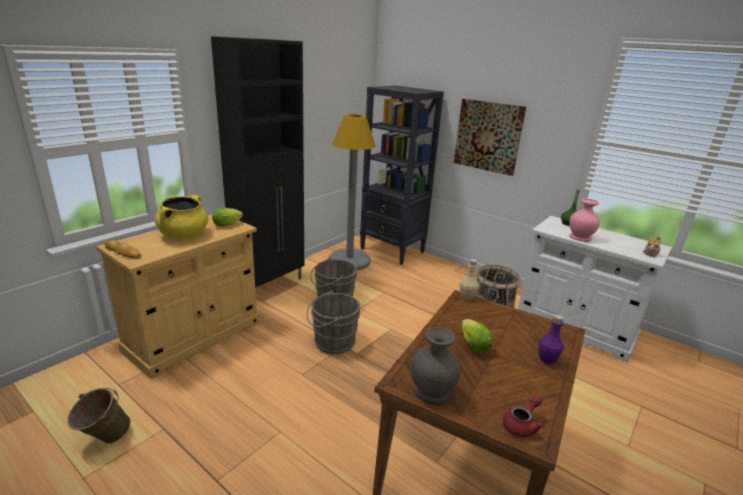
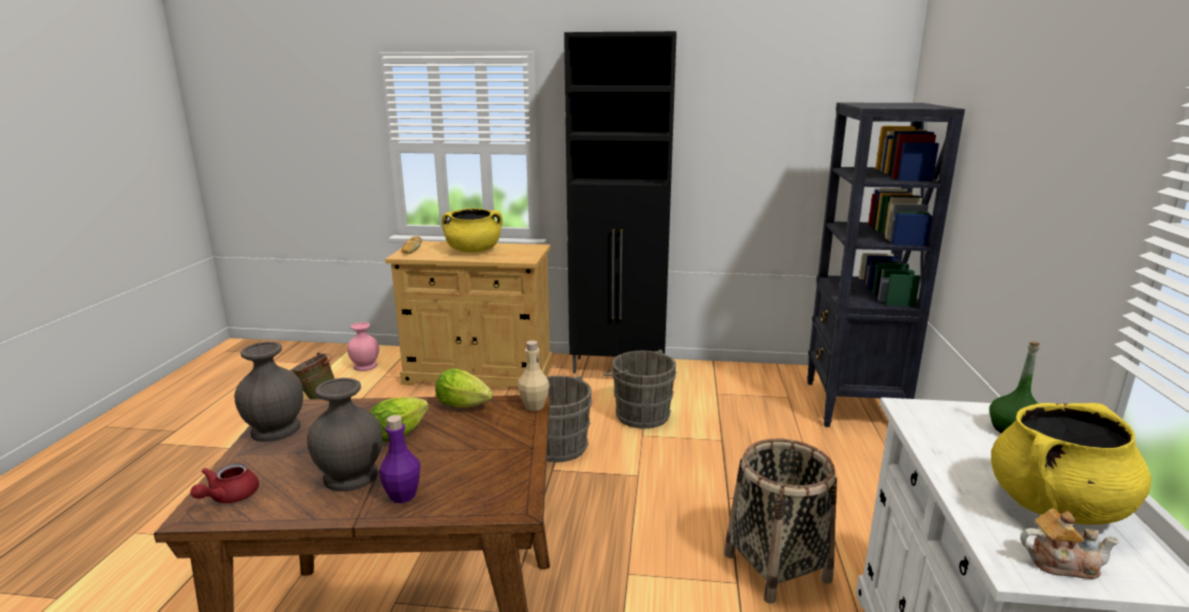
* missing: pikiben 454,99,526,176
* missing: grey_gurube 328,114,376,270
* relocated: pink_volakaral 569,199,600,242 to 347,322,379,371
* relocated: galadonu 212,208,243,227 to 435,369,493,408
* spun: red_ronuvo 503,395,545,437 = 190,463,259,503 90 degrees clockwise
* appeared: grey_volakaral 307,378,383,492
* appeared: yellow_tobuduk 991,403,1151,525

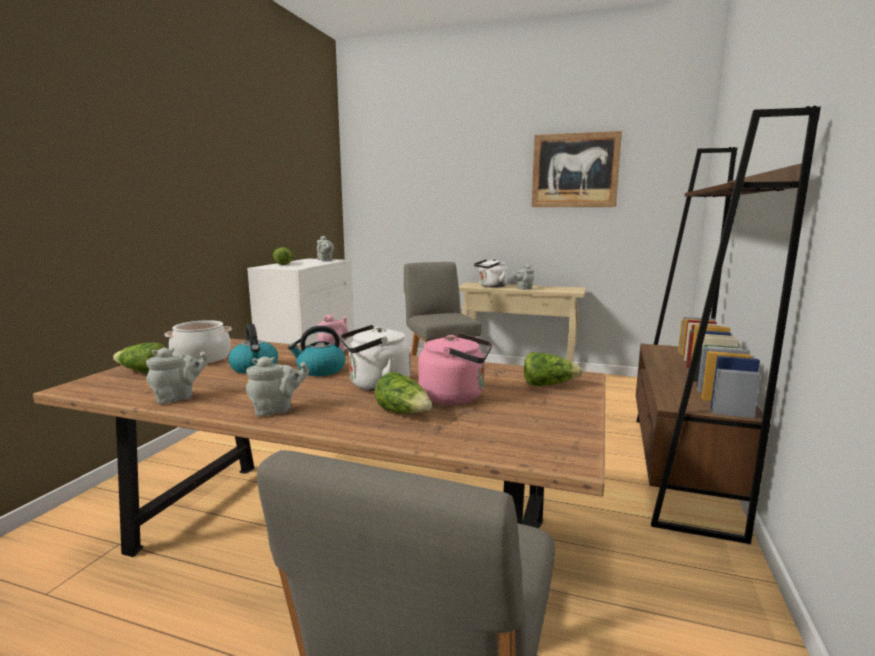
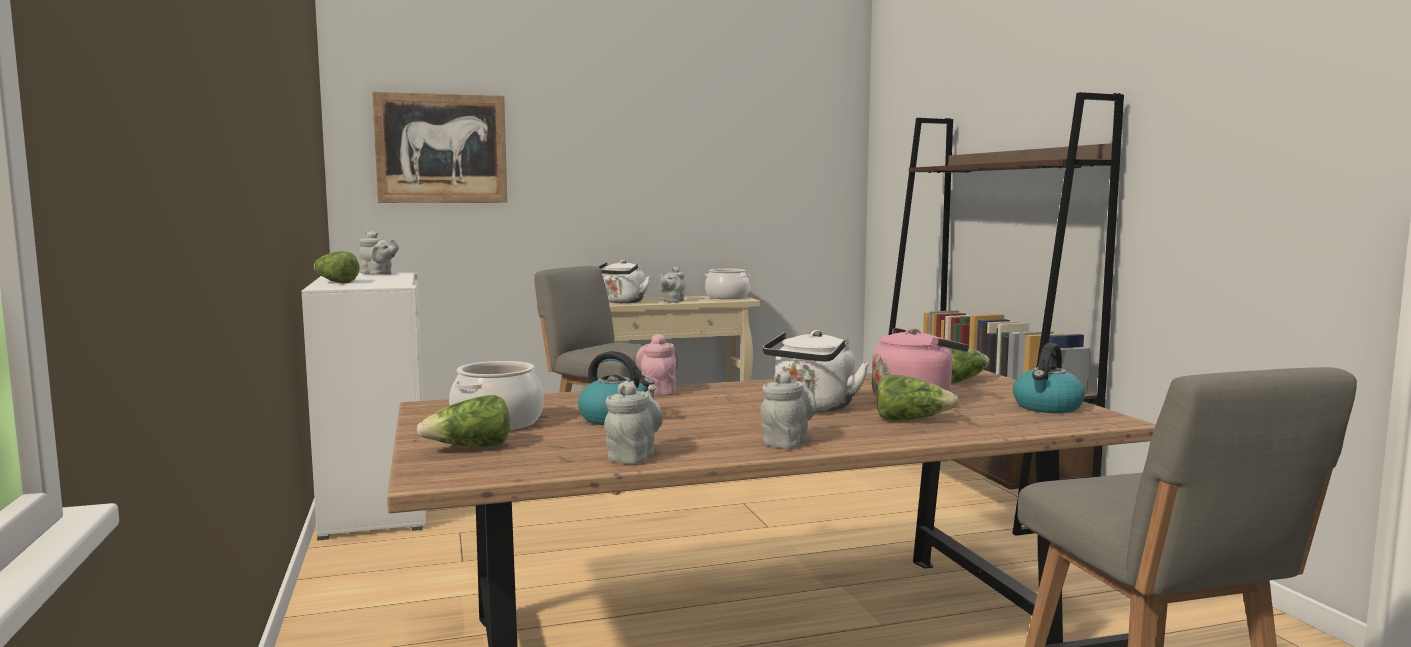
* relocated: pikiben 531,131,622,207 to 372,92,507,203
* relocated: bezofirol 288,326,345,376 to 1013,343,1085,413
* appeared: tobuduk 705,269,750,299

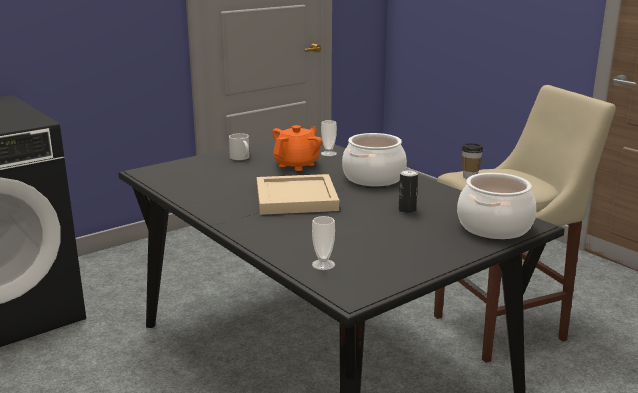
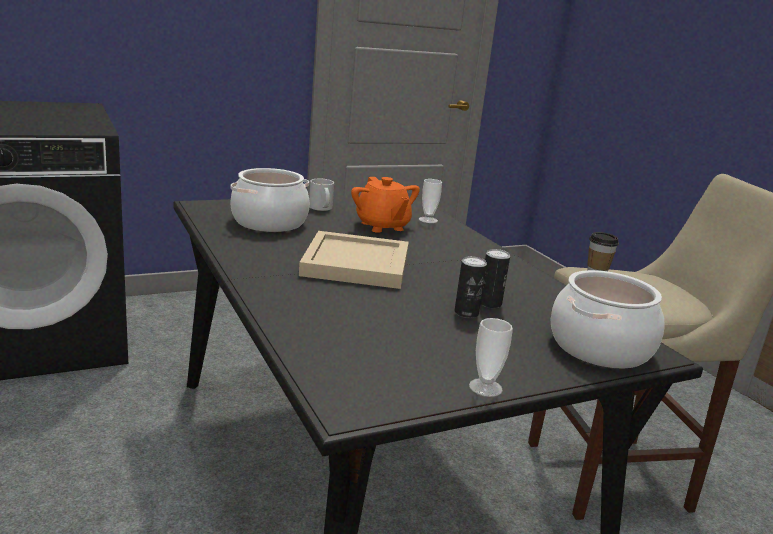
* spun: orange_ronuvo 272,125,322,171 = 351,177,420,233 105 degrees clockwise
* relocated: tobuduk 342,133,407,186 to 231,168,310,232
* relocated: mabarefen 312,216,335,270 to 469,318,513,397
* appeared: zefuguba 454,256,487,318

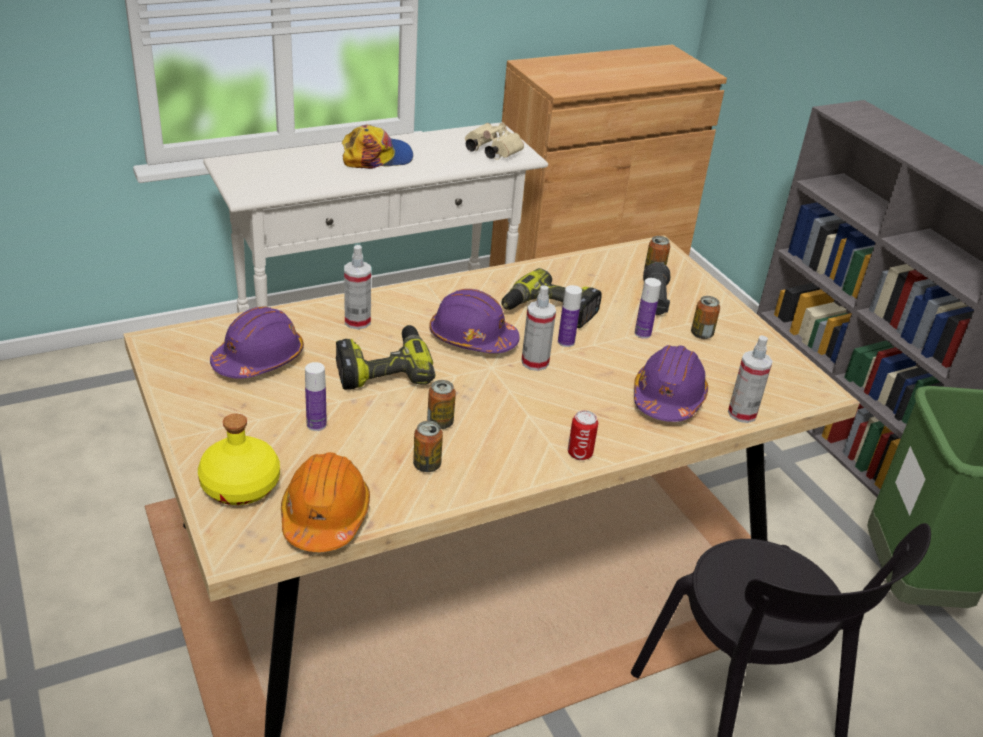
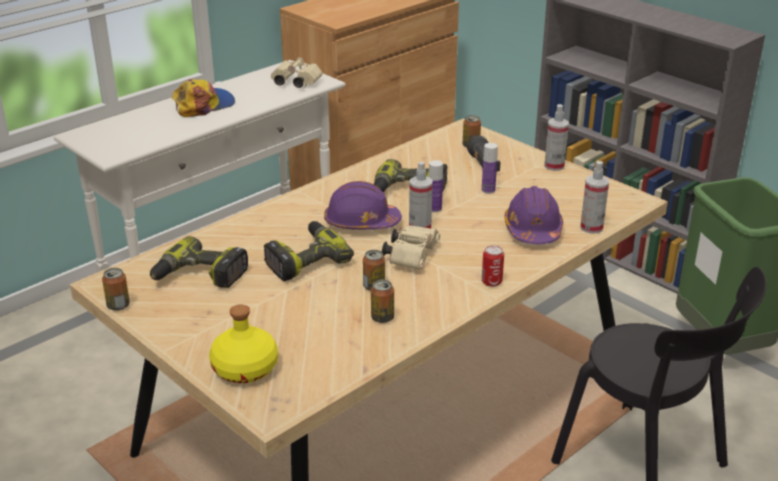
* relocated: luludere 344,245,371,329 to 544,104,569,171
* relocated: zefuguba 691,296,720,339 to 102,268,130,311
* exchanged: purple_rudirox 210,306,304,379 to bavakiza 150,236,248,288
* missing: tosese 305,362,327,431
* missing: orange_rudirox 281,452,370,552
* appeared: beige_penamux 382,225,440,270

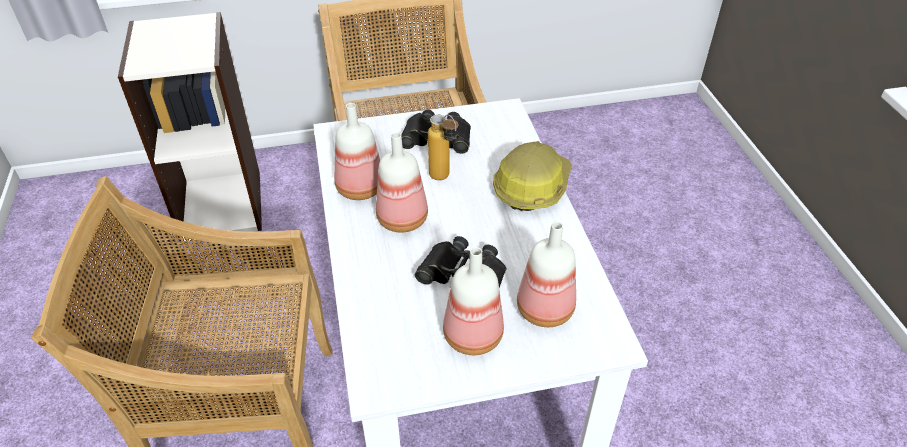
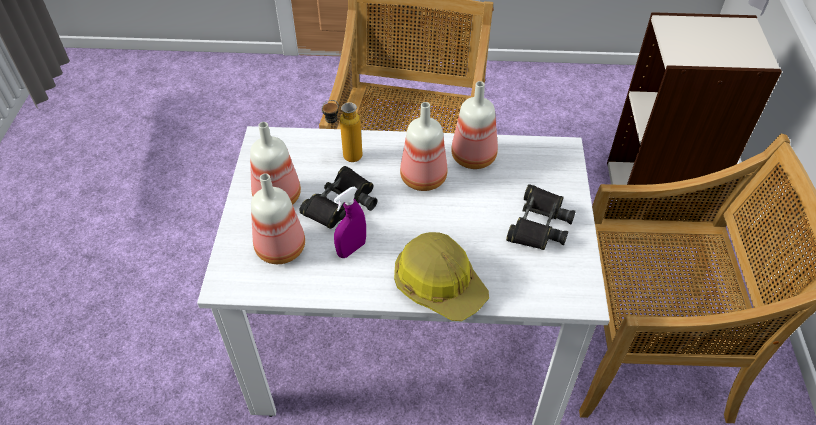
* relocated: tosese 428,114,459,180 to 321,100,362,162
* appeared: purple_luludere 333,187,366,258

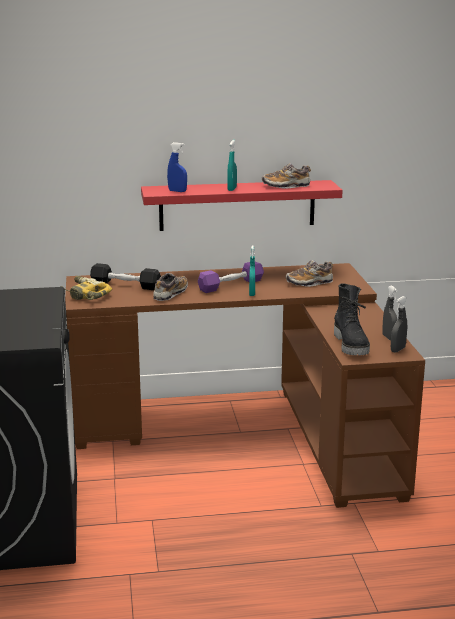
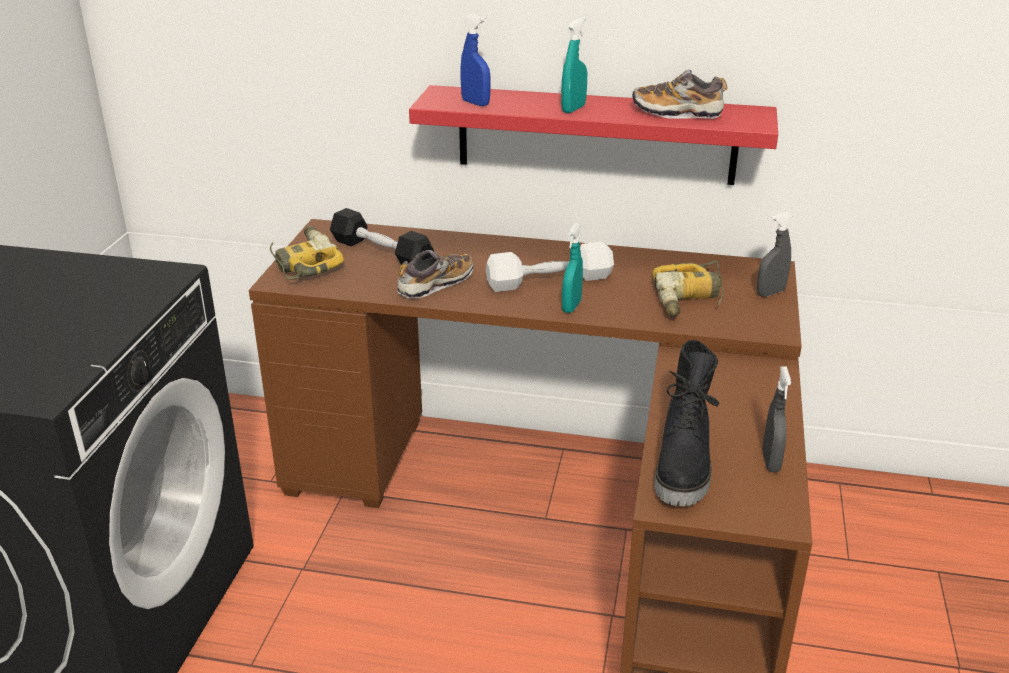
* exchanged: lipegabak 286,260,333,287 to bavakiza 652,260,724,317
* colour: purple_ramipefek 198,261,264,293 to white_ramipefek 486,242,614,292
* relocated: grey_luludere 391,296,407,353 to 757,212,793,297

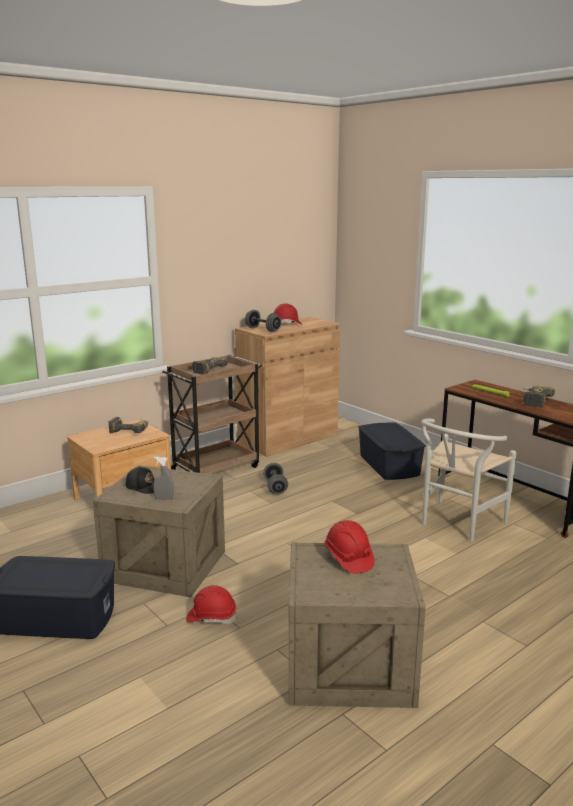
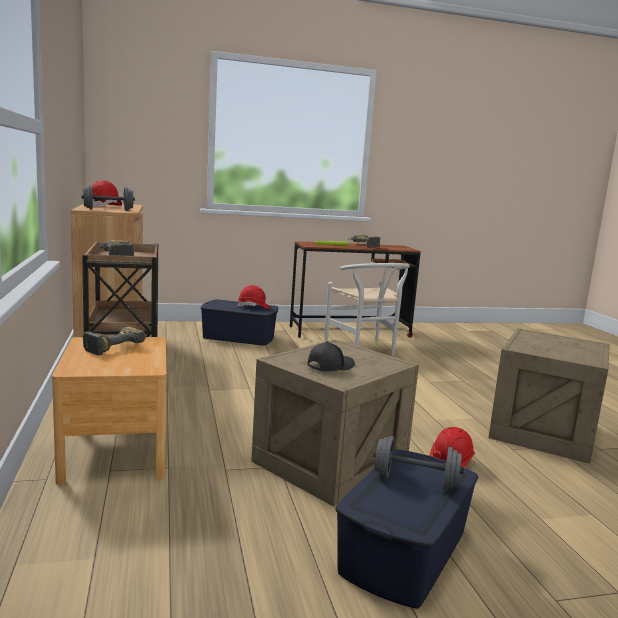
* missing: grey_luludere 153,456,174,500
* relocated: grey_ramipefek 263,463,288,494 to 373,436,464,490
* relocated: red_rudirox 324,520,375,574 to 237,285,270,309

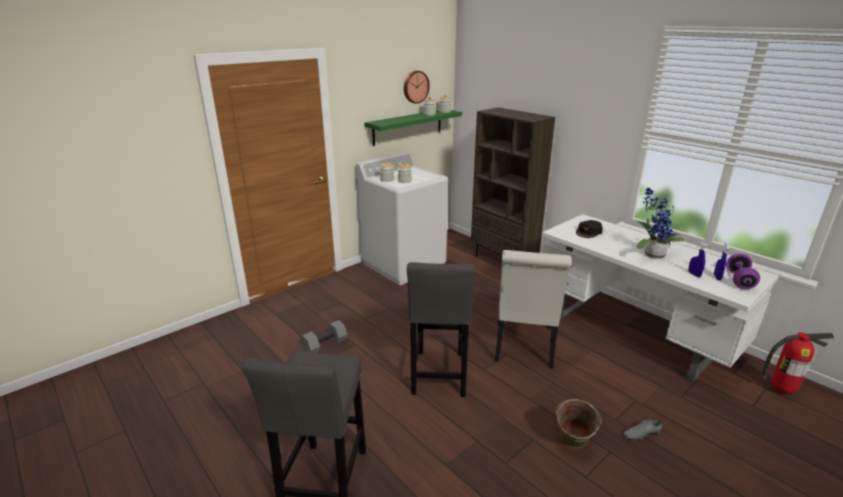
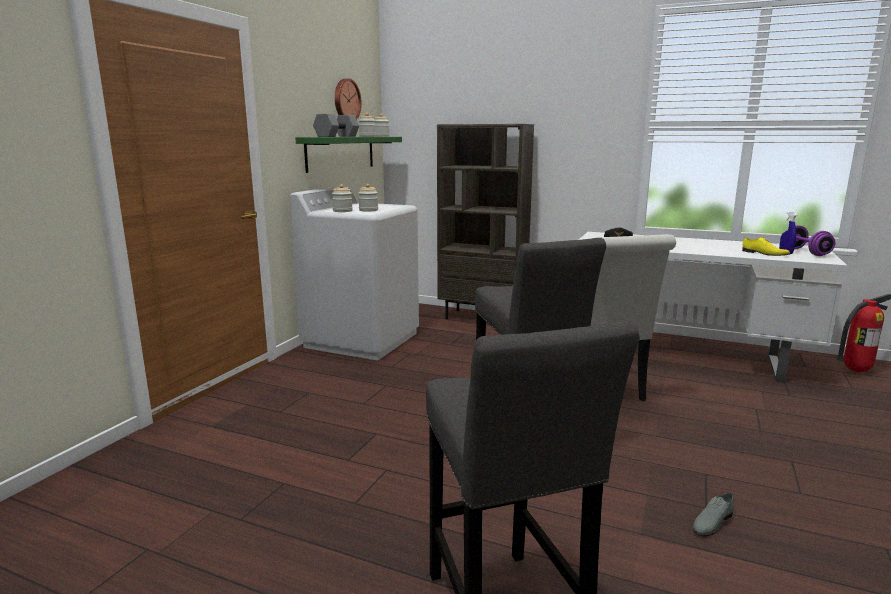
* missing: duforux 637,188,684,259
* exchanged: blue_luludere 688,240,707,277 to yellow_lipegabak 742,236,790,256
* relocated: grey_ramipefek 301,320,347,353 to 313,114,359,137
* missing: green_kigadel 556,399,602,448
* relocated: grey_lipegabak 623,420,662,440 to 693,493,734,537

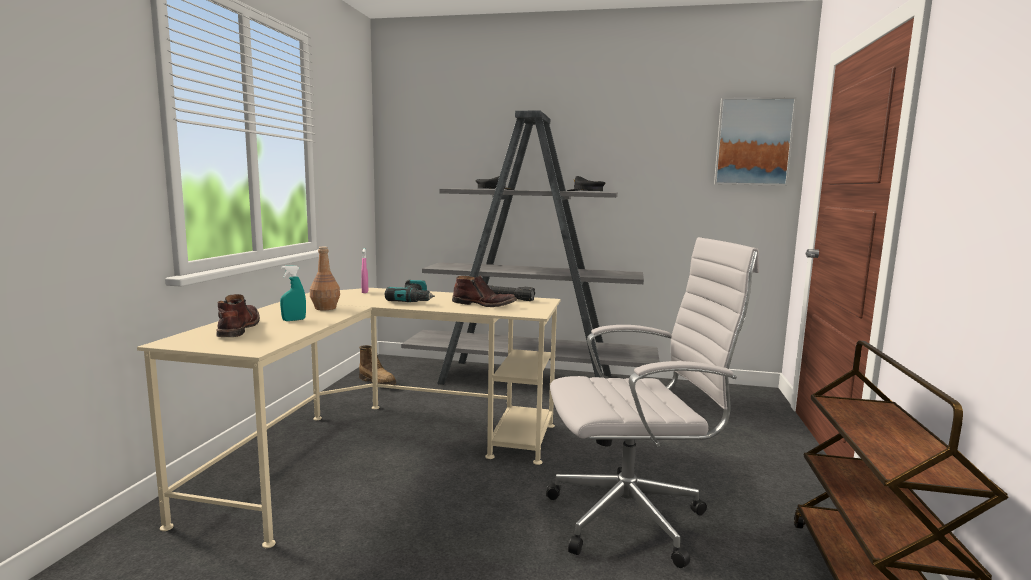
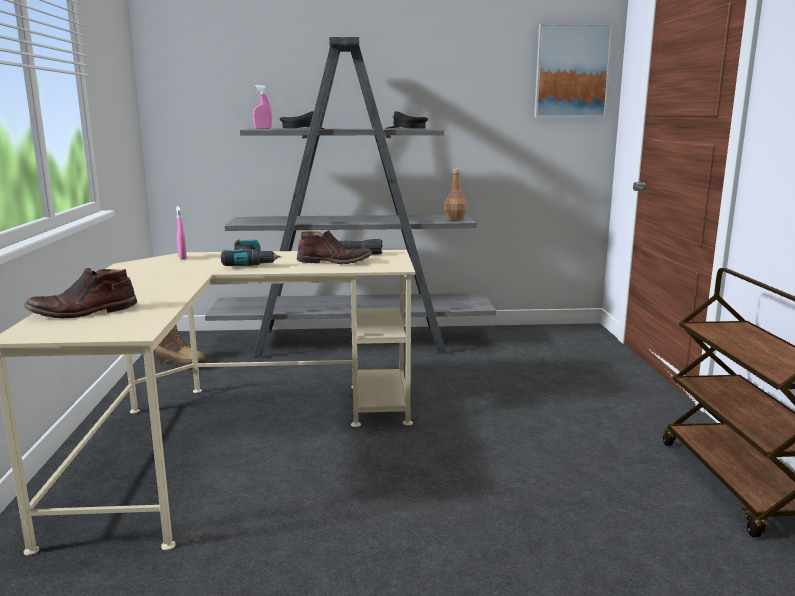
* missing: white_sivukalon 546,237,759,568
* relocated: brown_tosese 310,247,340,310 to 444,169,467,221
* missing: turquoise_luludere 280,265,306,321
* spun: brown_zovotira 216,294,260,337 = 24,268,137,318 90 degrees counterclockwise
* appeared: pink_luludere 253,85,272,129

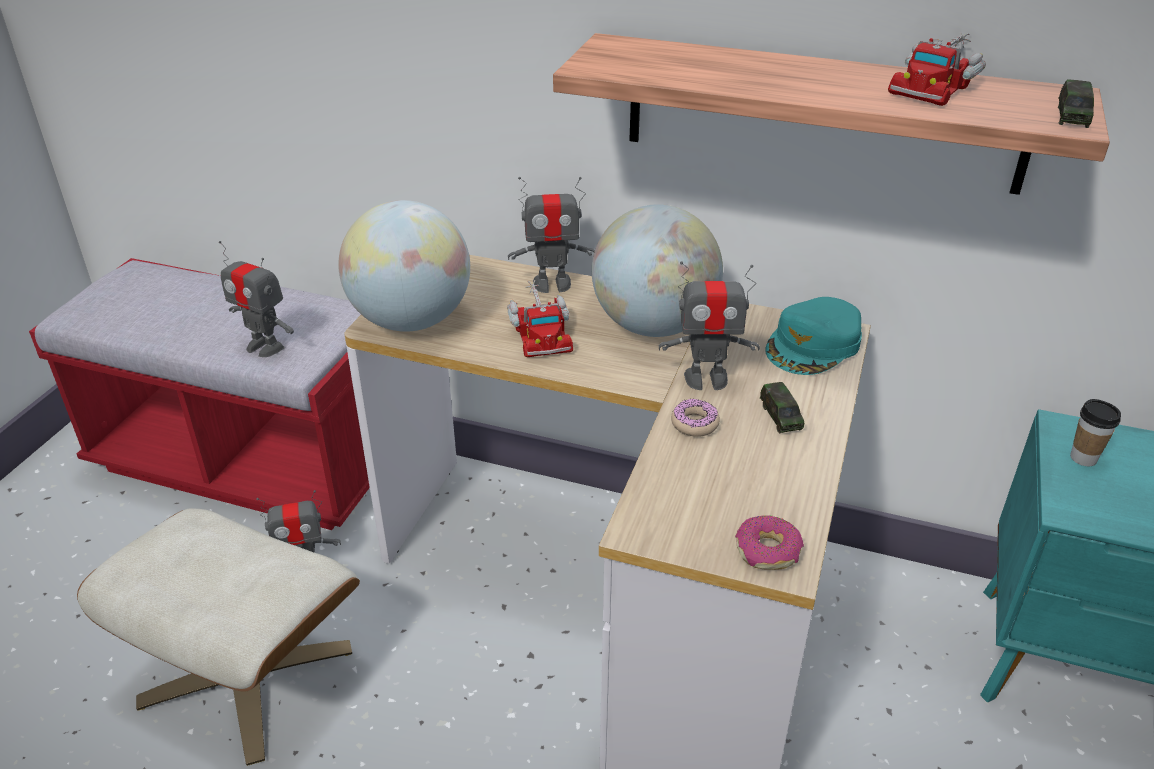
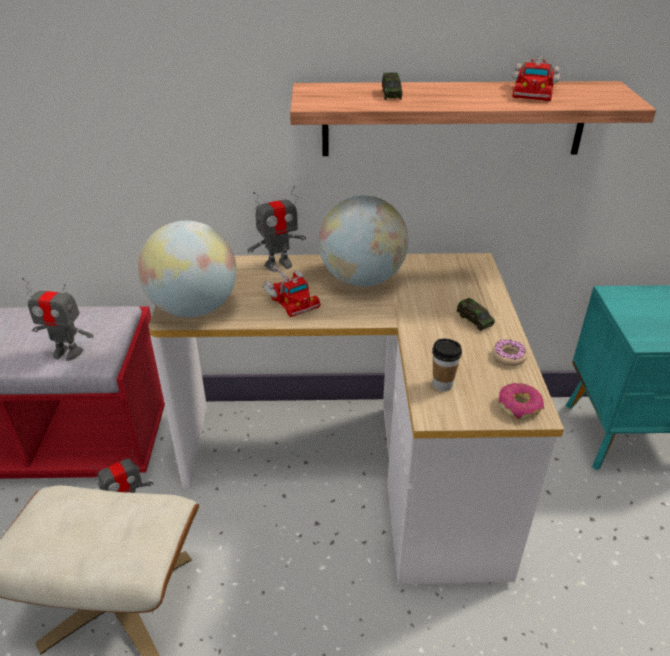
* relocated: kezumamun 1058,79,1094,128 to 382,73,402,100
* missing: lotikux 659,261,760,390
* missing: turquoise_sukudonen 766,297,862,375
* relocated: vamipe 671,398,720,437 to 492,339,527,366
* relocated: mabarefen 1070,399,1121,466 to 432,338,462,391

